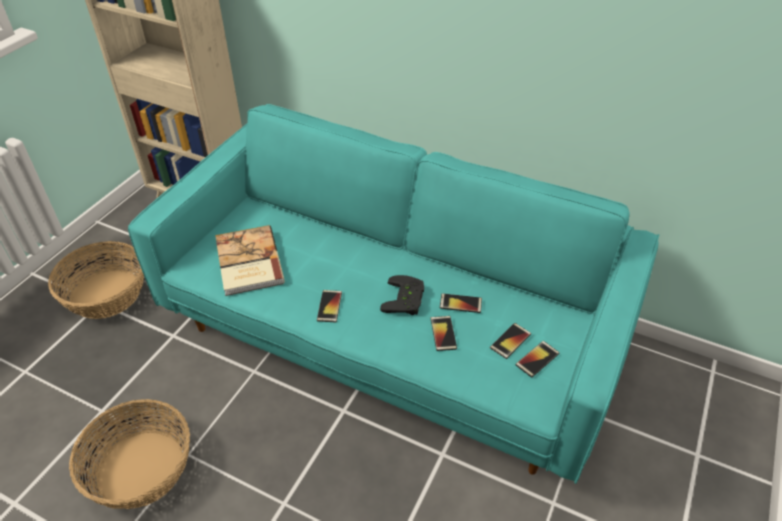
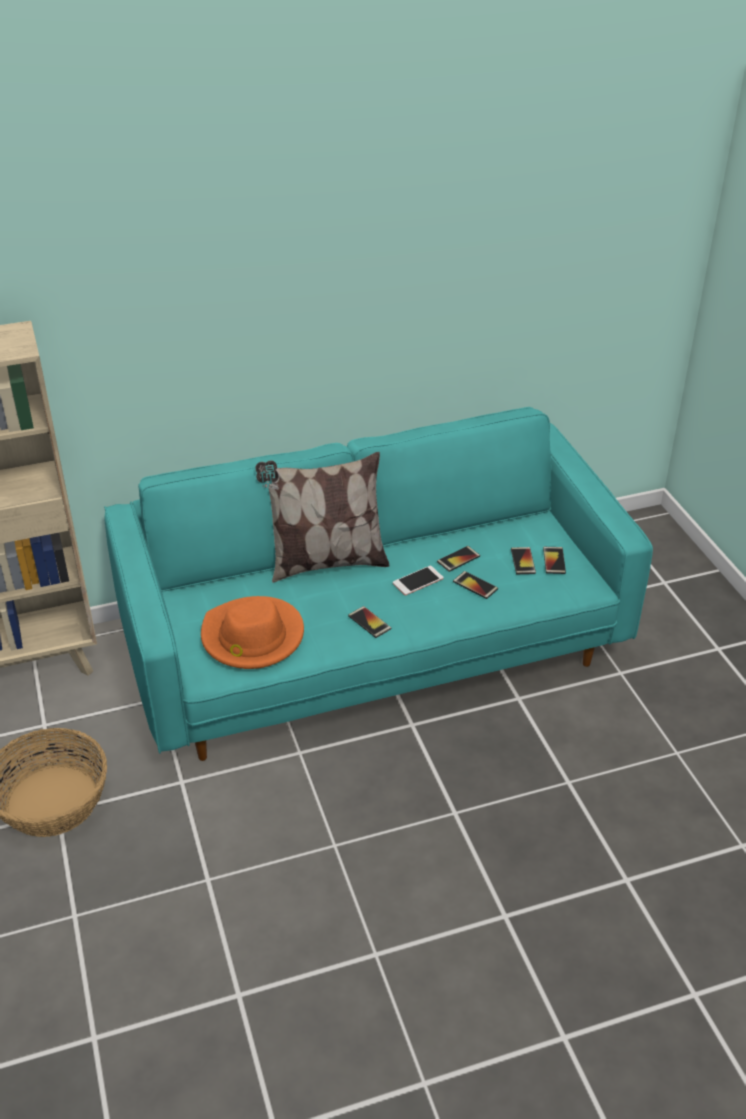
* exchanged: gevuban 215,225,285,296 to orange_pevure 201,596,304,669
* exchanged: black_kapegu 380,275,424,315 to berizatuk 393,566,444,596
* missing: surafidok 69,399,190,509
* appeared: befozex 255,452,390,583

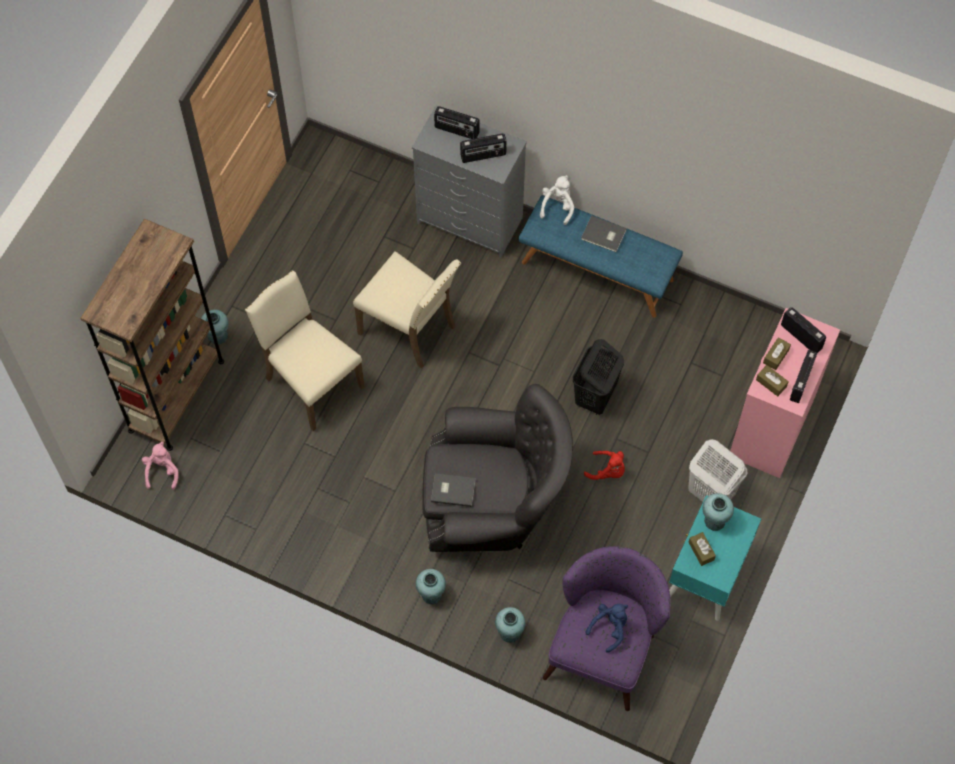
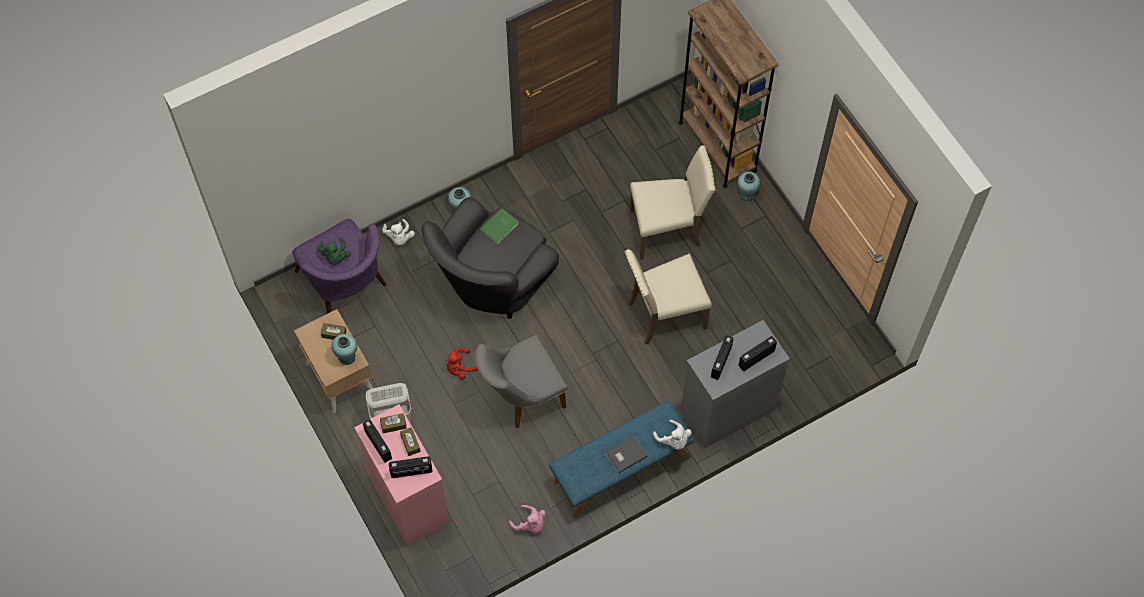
* exchanged: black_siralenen 573,339,624,415 to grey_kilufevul 475,334,568,429
* relocated: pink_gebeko 142,442,179,490 to 509,505,546,533
* colour: grey_gevuban 431,473,475,507 to green_gevuban 480,208,519,244
* colour: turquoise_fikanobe 669,495,761,621 to beige_fikanobe 294,309,373,413
* colour: blue_gebeko 586,604,628,653 to green_gebeko 317,237,351,265
* exchanged: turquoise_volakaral 495,607,526,643 to white_gebeko 382,219,415,245

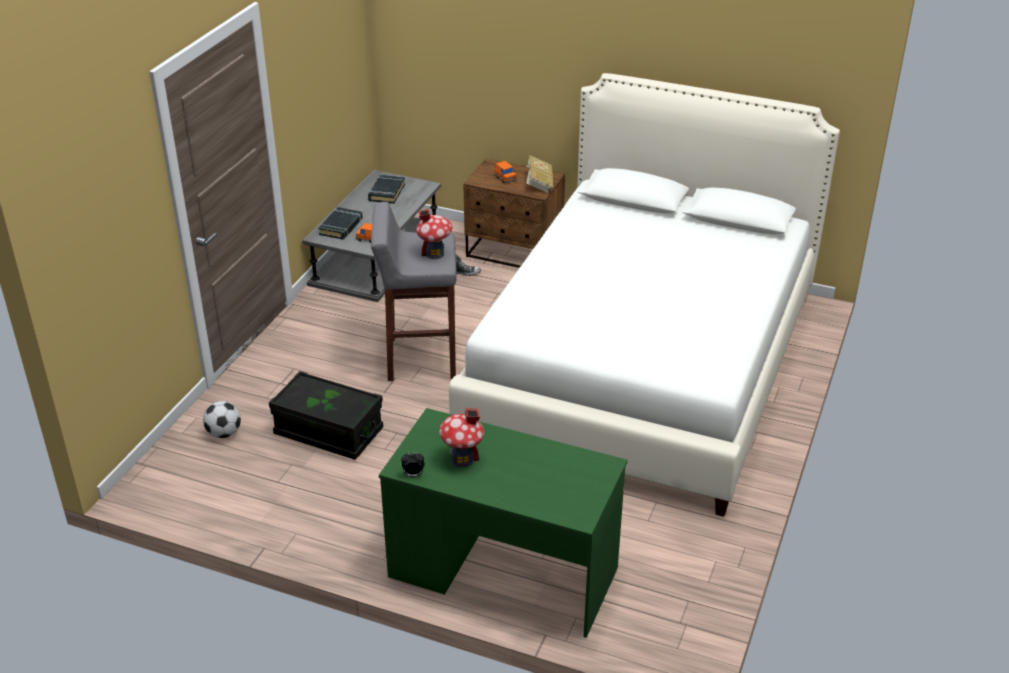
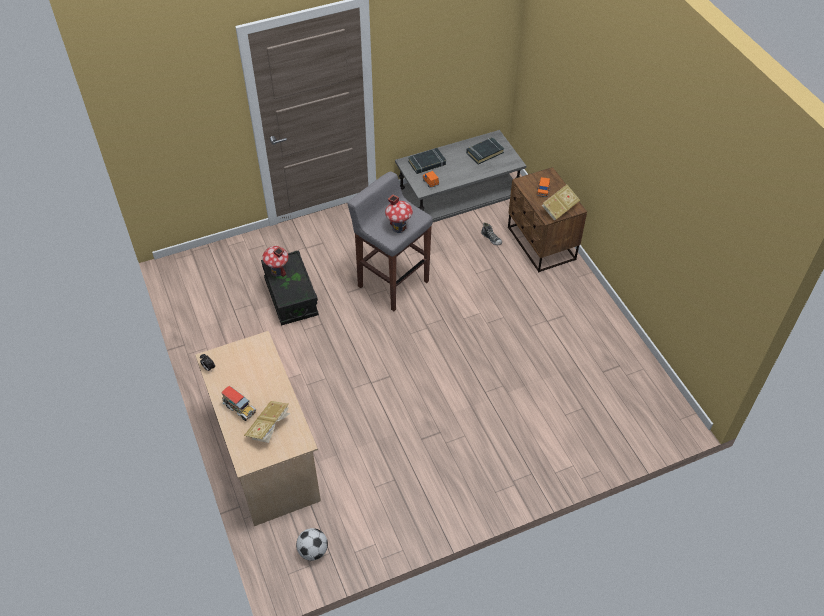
* missing: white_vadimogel 449,73,840,517
* relocated: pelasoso 203,401,241,438 to 296,528,328,561
* colour: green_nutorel 379,408,628,638 to beige_nutorel 195,331,321,526
* relocated: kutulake 439,408,484,468 to 262,246,289,277
* appeared: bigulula 221,386,256,421
* appeared: gevuban 244,401,291,443

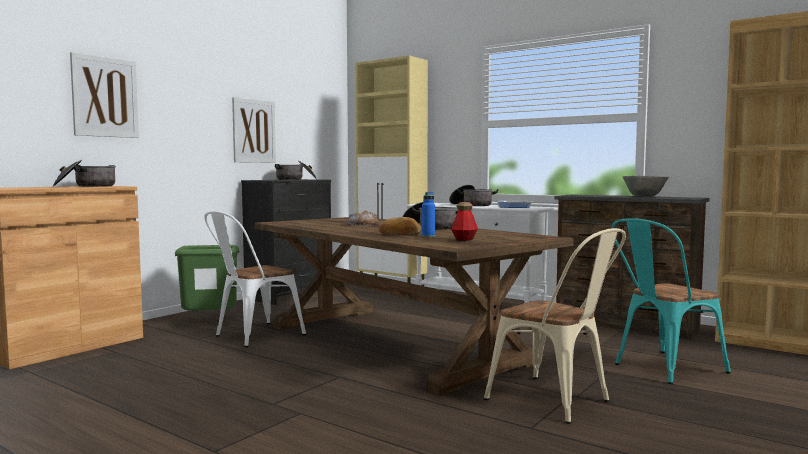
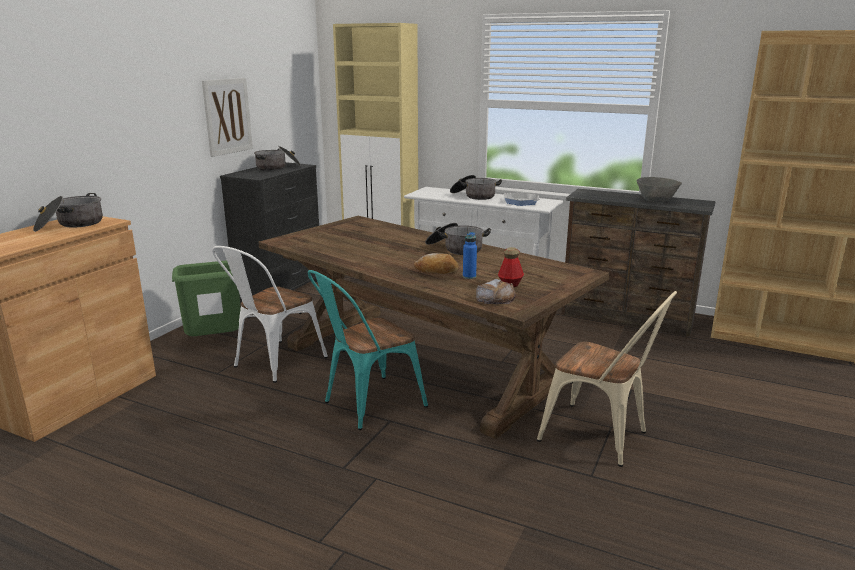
* missing: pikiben 70,52,139,138
* relocated: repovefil 347,210,378,226 to 476,279,516,304
* relocated: turquoise_kilufevul 611,218,731,384 to 308,270,428,430

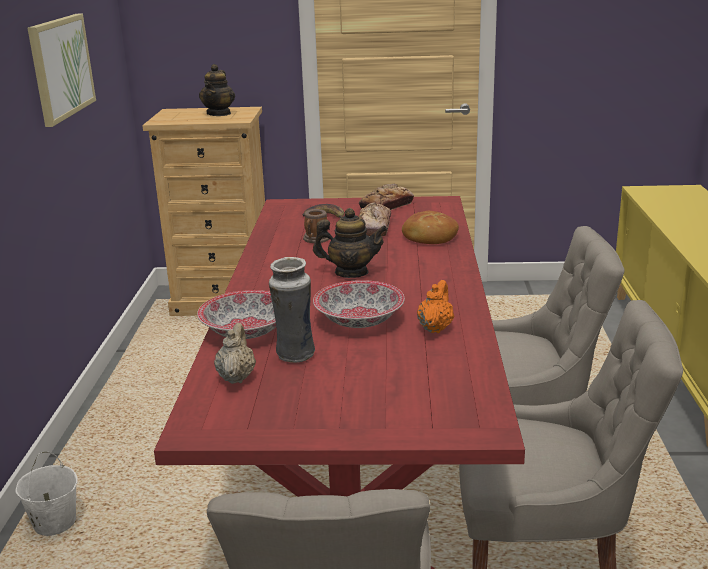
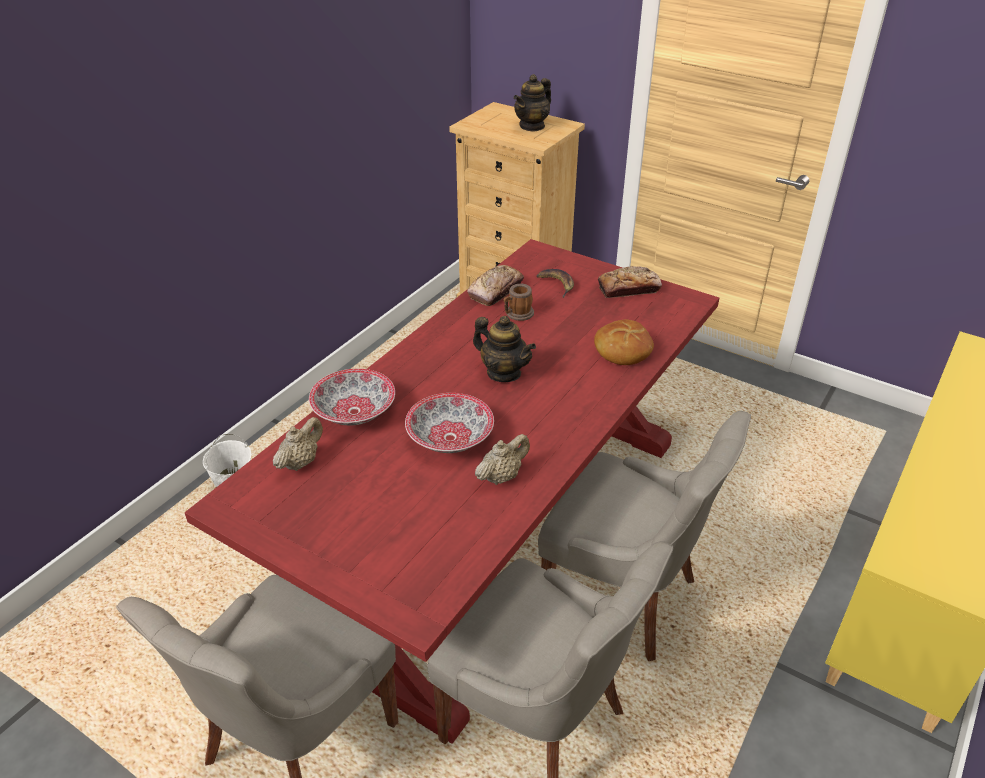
* missing: pikiben 28,14,96,127
* relocated: repovefil 358,202,391,236 to 467,265,524,306
* missing: volakaral 269,257,315,363
* colour: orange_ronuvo 417,280,454,333 to beige_ronuvo 475,434,530,485

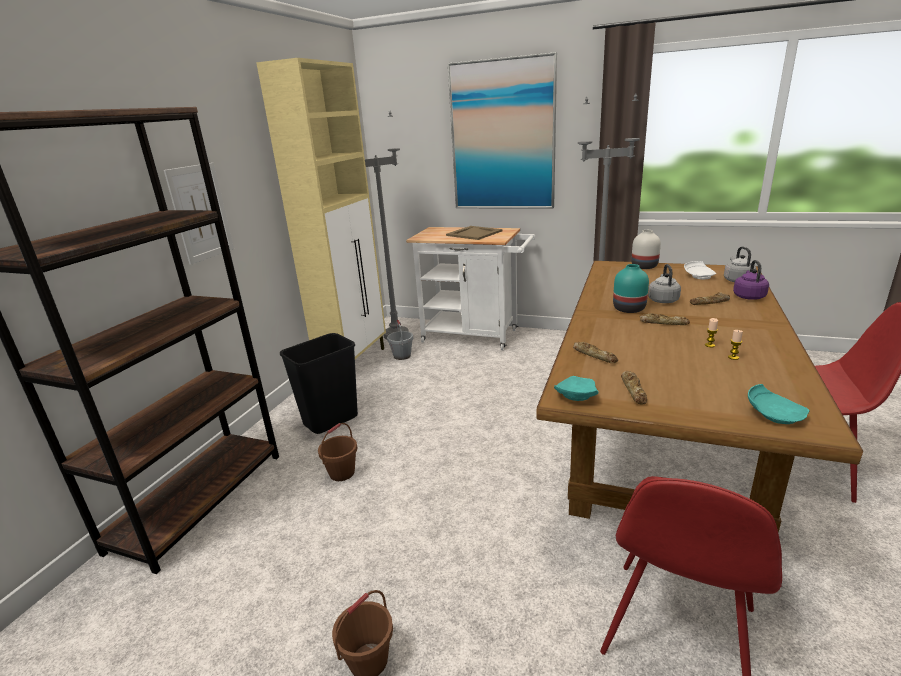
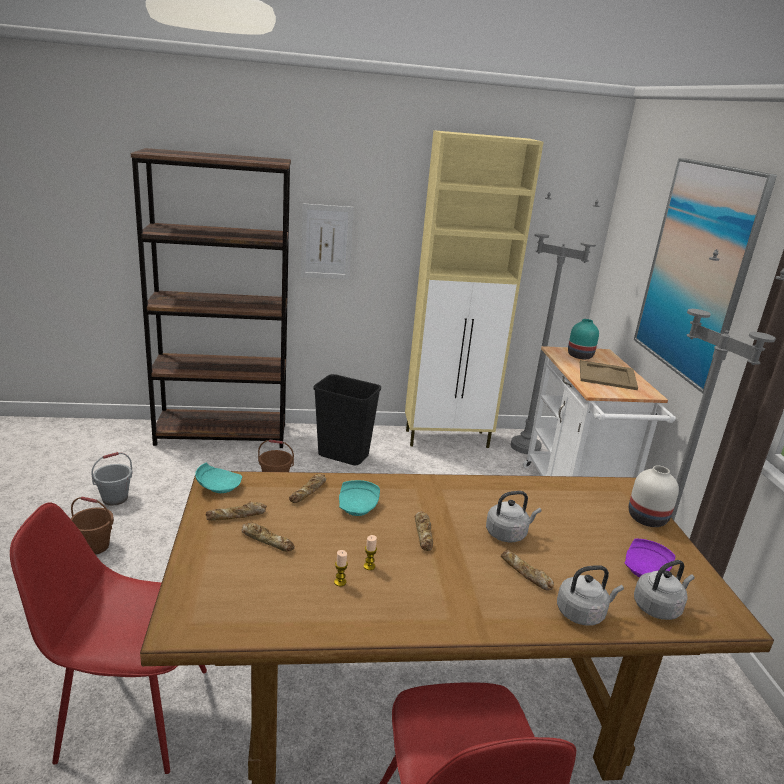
* colour: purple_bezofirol 733,260,769,300 to grey_bezofirol 557,565,624,625
* colour: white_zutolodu 684,261,717,279 to purple_zutolodu 624,538,675,577
* relocated: turquoise_volakaral 613,264,649,313 to 568,319,599,359
* relocated: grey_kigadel 387,320,413,360 to 91,452,133,506
* relocated: turquoise_zutolodu 748,384,810,424 to 339,480,380,516
* appeared: repovefil 241,523,295,552

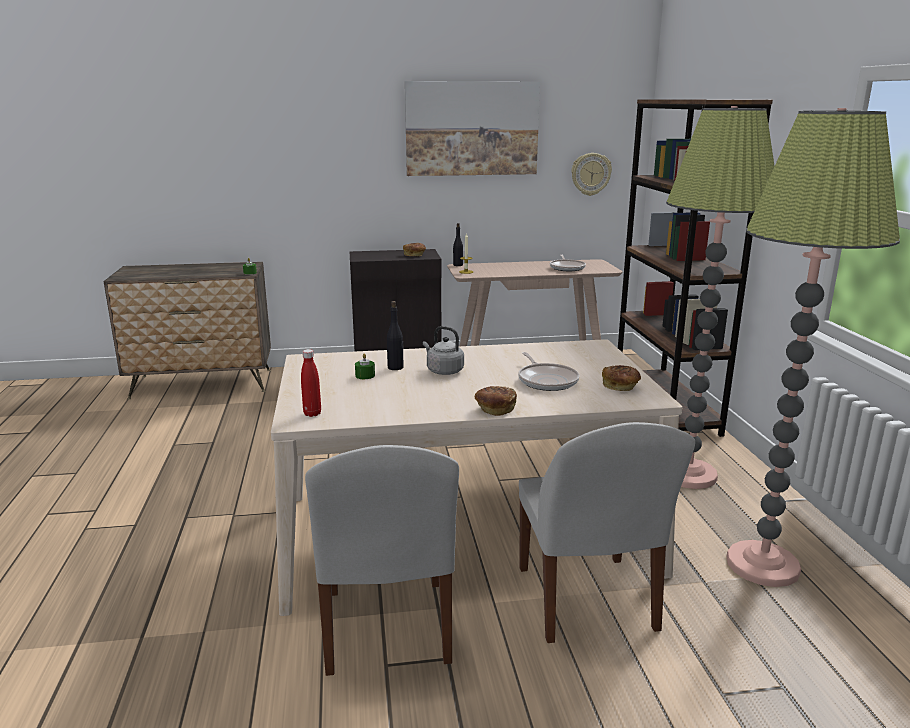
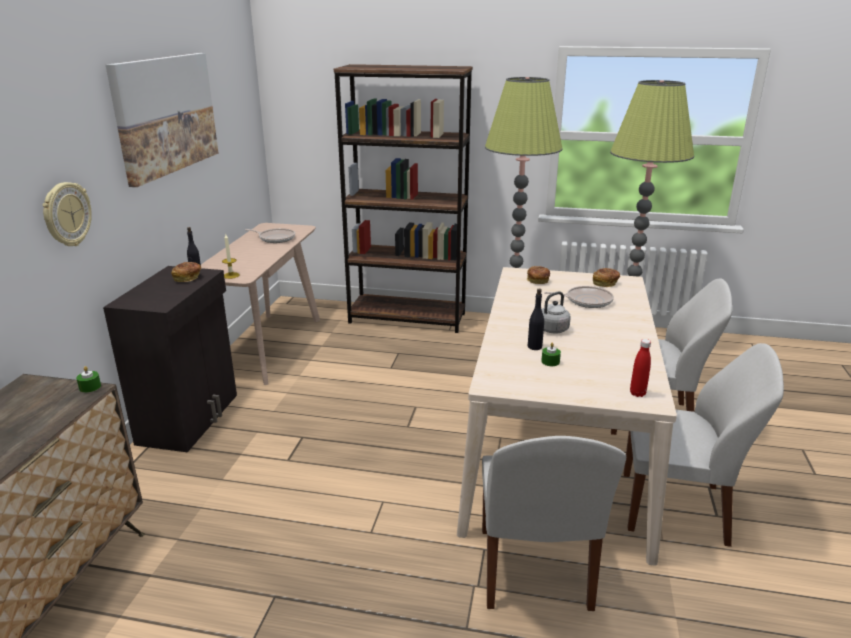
* relocated: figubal 571,153,612,196 to 43,182,92,246
* relocated: repovefil 475,386,517,416 to 527,266,550,284
* appeared: white_kilufevul 482,436,626,611

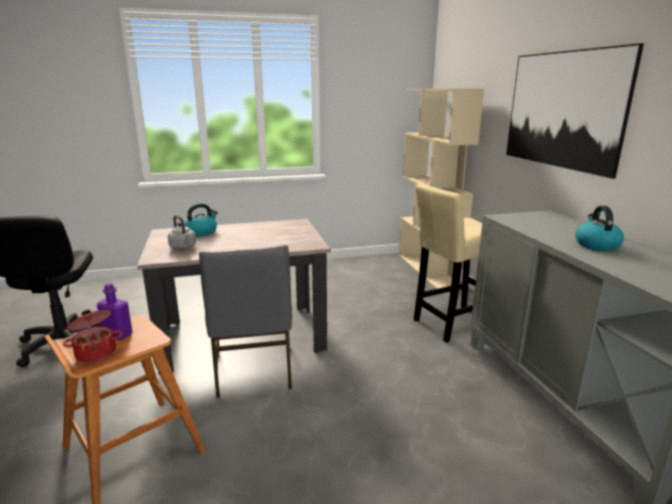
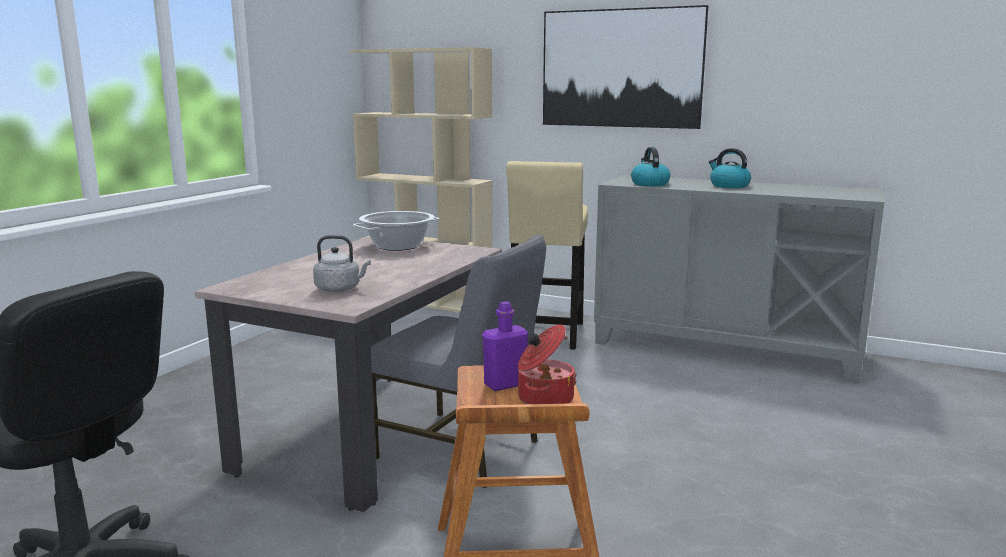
* relocated: bezofirol 184,203,218,236 to 631,147,670,186
* appeared: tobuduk 353,211,440,251

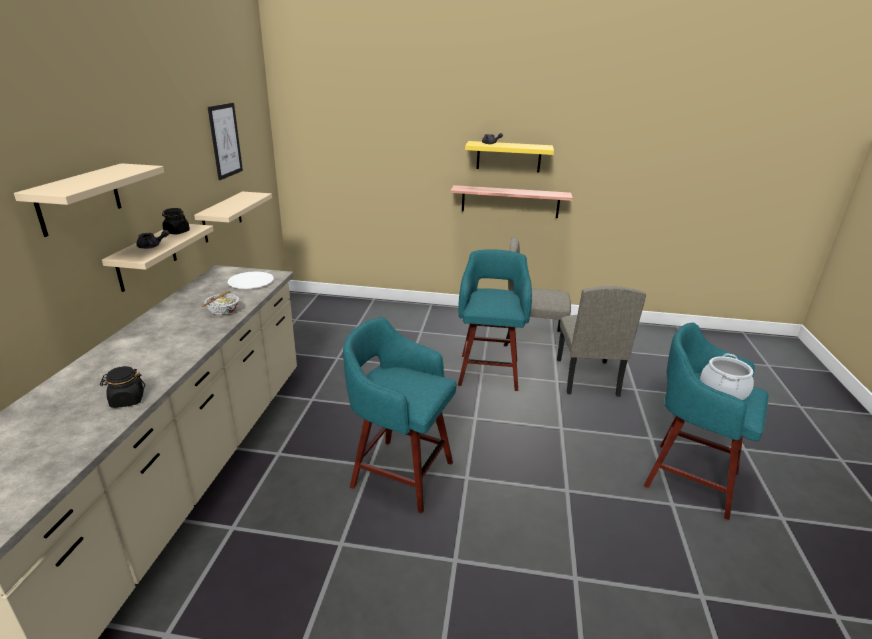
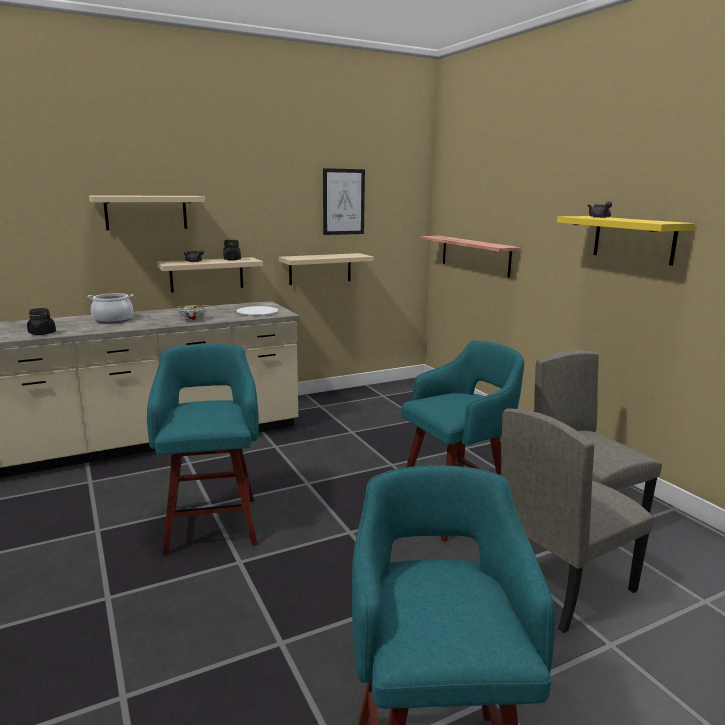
* relocated: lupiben 451,185,573,218 to 420,236,520,278
* relocated: tobuduk 700,353,754,400 to 87,293,133,324

